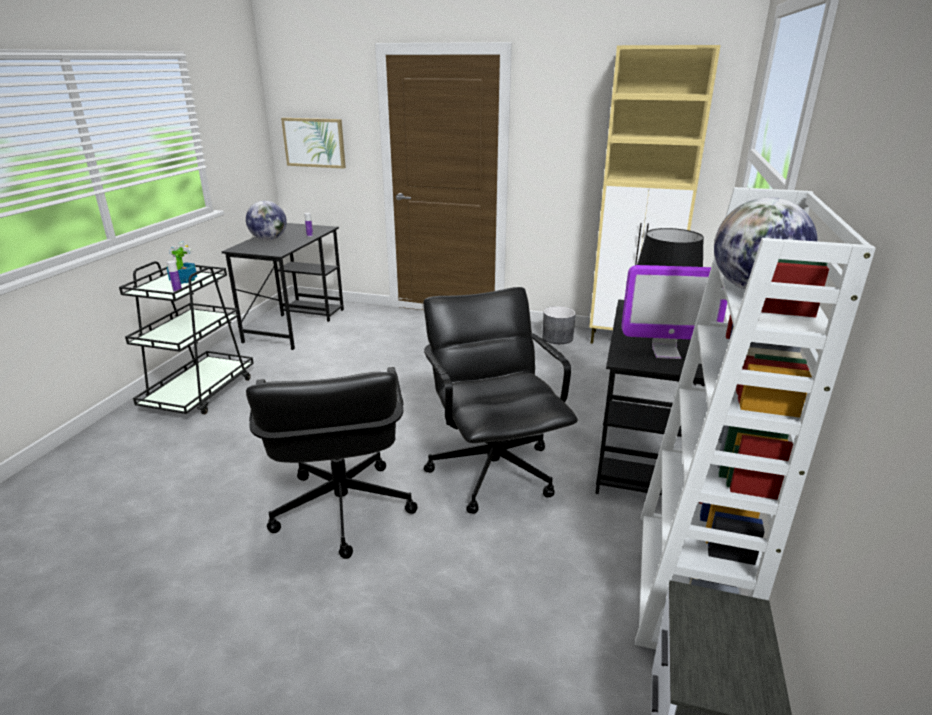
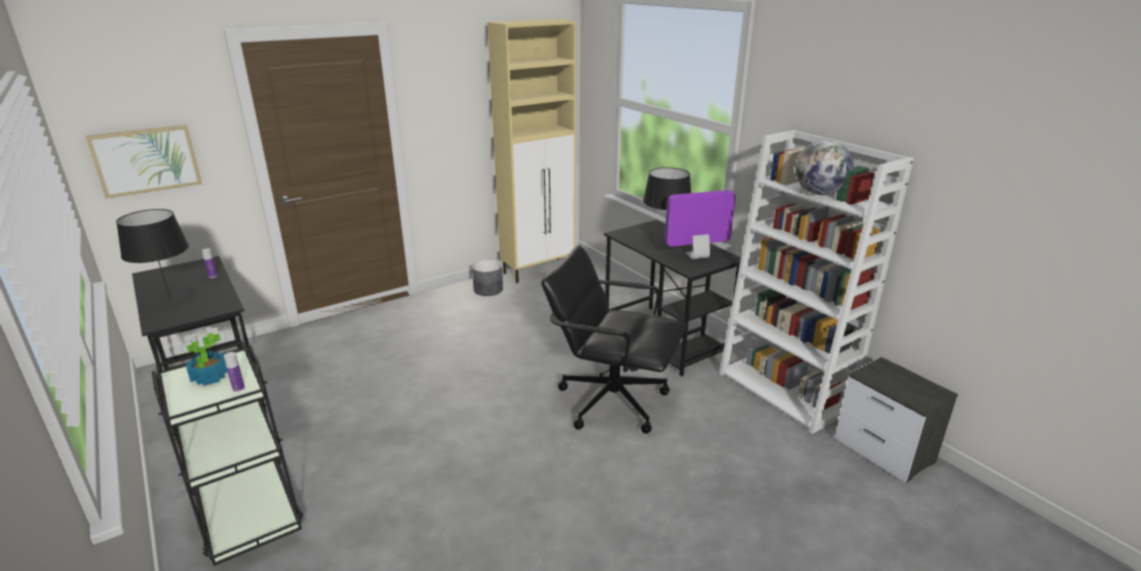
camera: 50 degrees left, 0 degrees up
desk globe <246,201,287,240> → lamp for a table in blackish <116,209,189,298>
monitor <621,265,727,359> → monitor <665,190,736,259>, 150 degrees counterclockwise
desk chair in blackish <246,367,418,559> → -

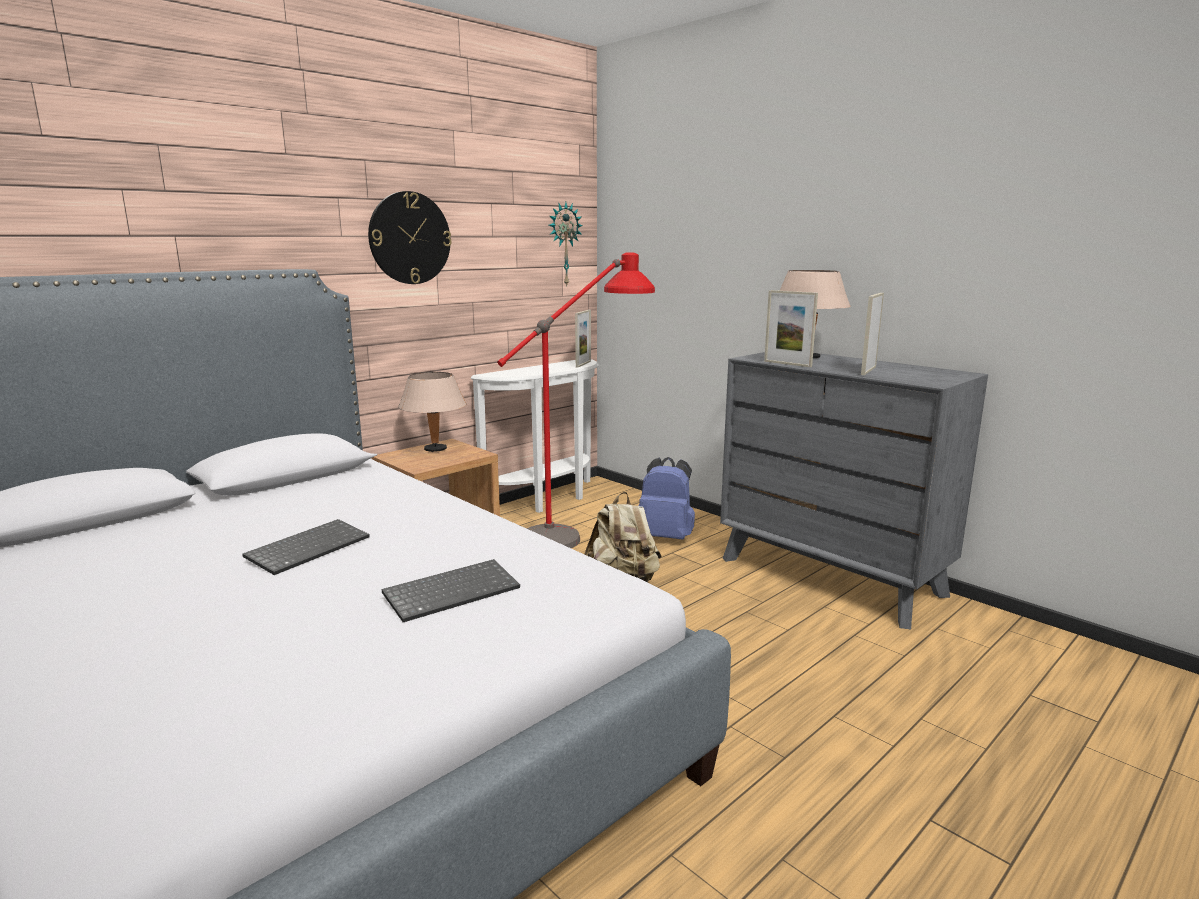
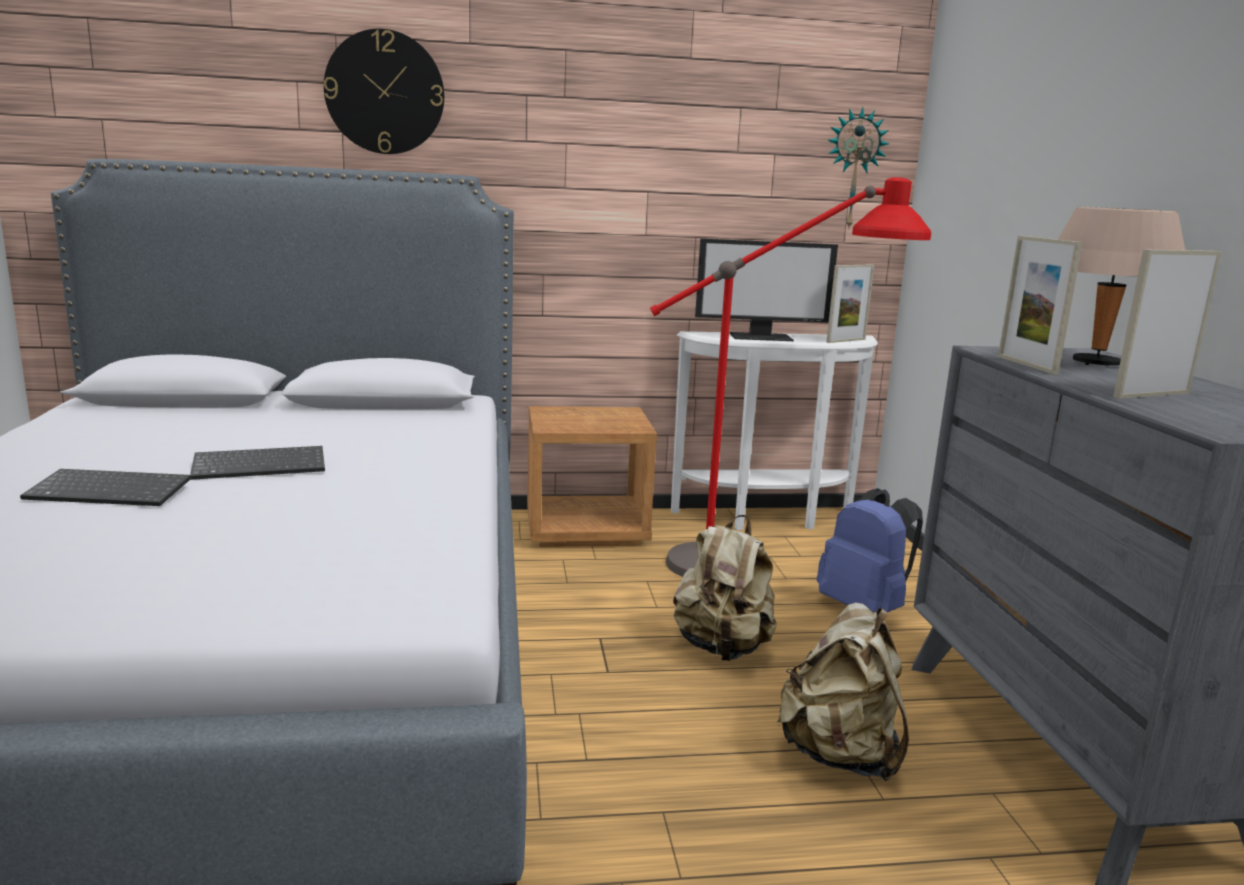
camera: 35 degrees right, 0 degrees up
keyboard <382,559,520,622> → keyboard <20,469,191,506>, relocated
wall clock <368,191,452,284> → wall clock <324,29,444,154>, relocated
- → monitor <695,238,838,341>
- → rucksack in beige <777,602,909,781>
lamp for a table in beige <398,372,467,452> → -

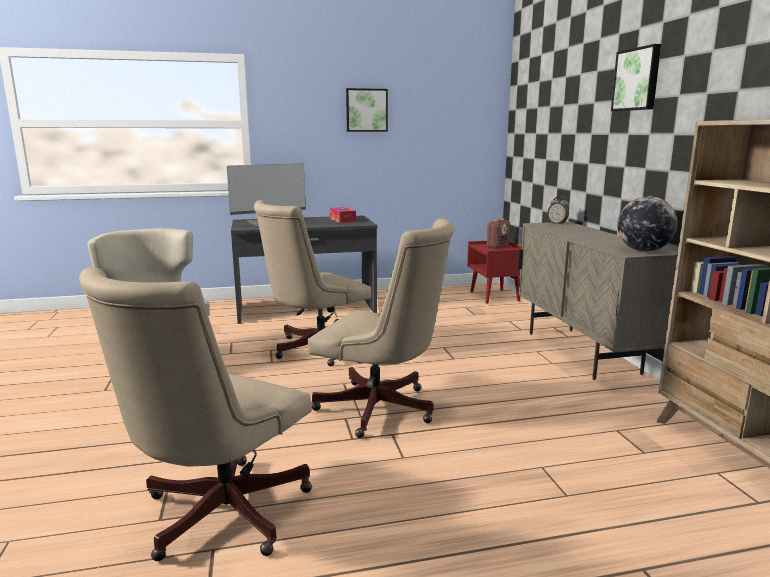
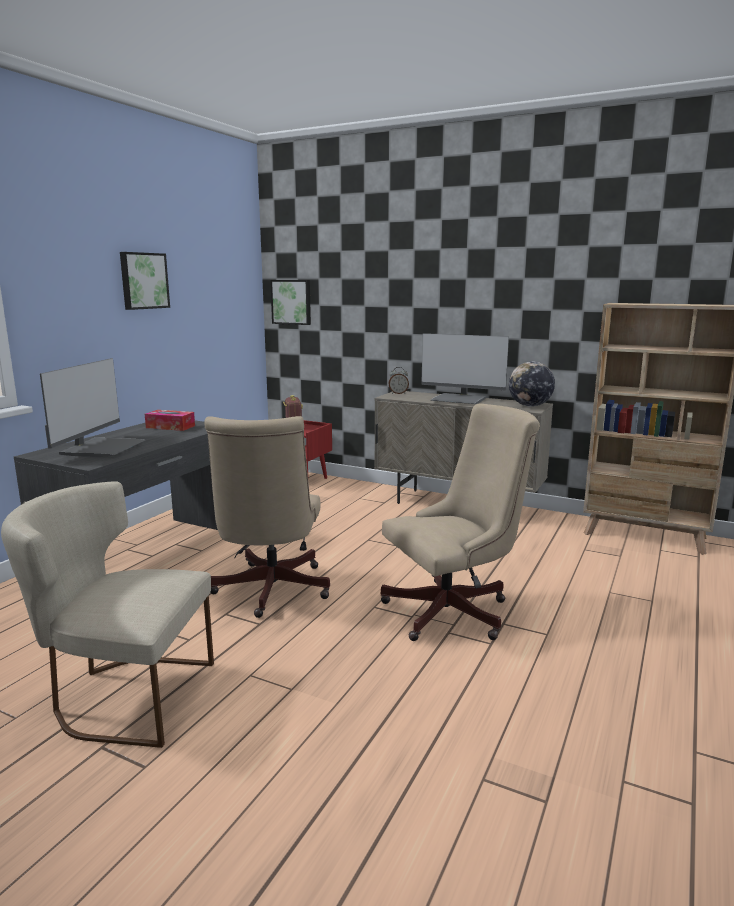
camera: 50 degrees left, 0 degrees up
wall picture <611,44,661,111> → wall picture <270,280,311,325>, relocated
- → monitor <421,333,509,404>
desk chair in beige <79,267,312,561> → -

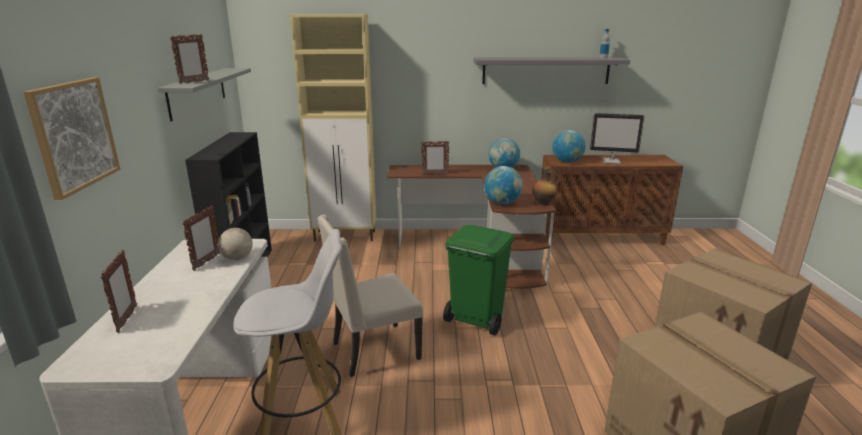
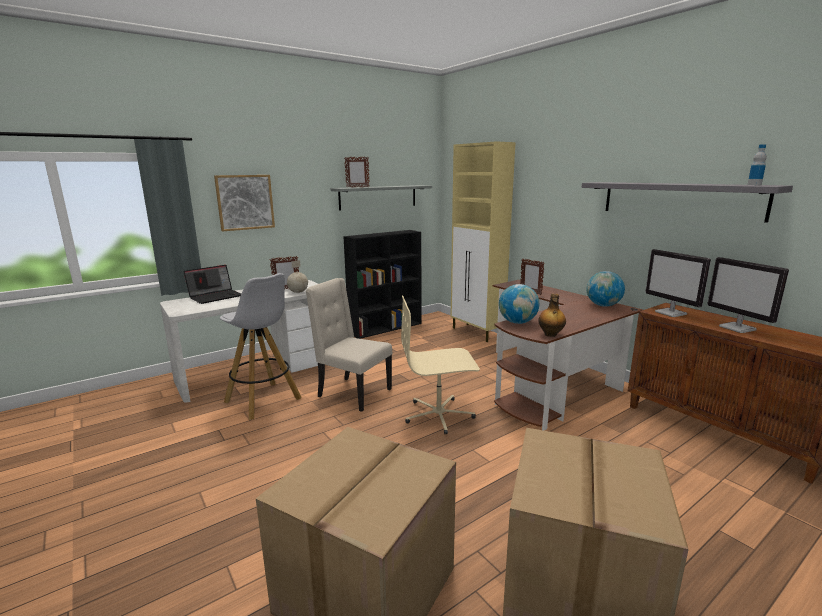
camera: 55 degrees right, 5 degrees down
photo frame <101,250,137,333> → laptop <183,265,241,304>
waste bin in greenish <443,225,514,335> → desk chair in beige <401,296,480,434>
desk globe <552,130,586,163> → monitor <646,249,711,317>

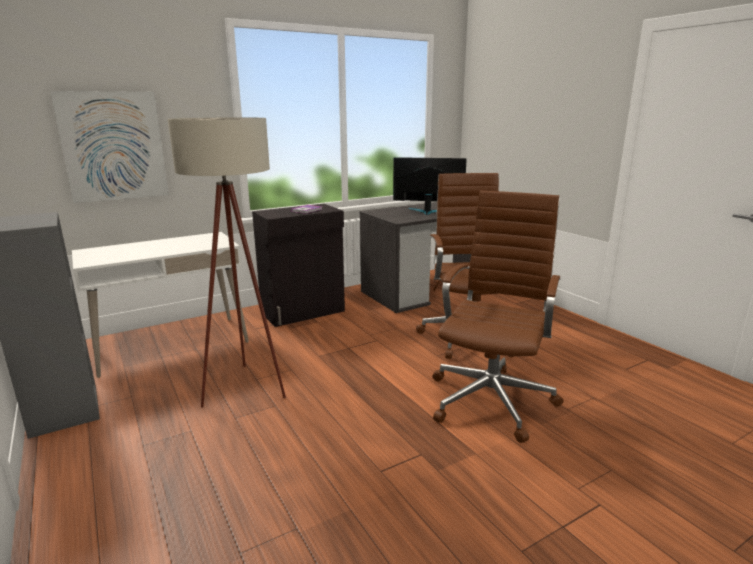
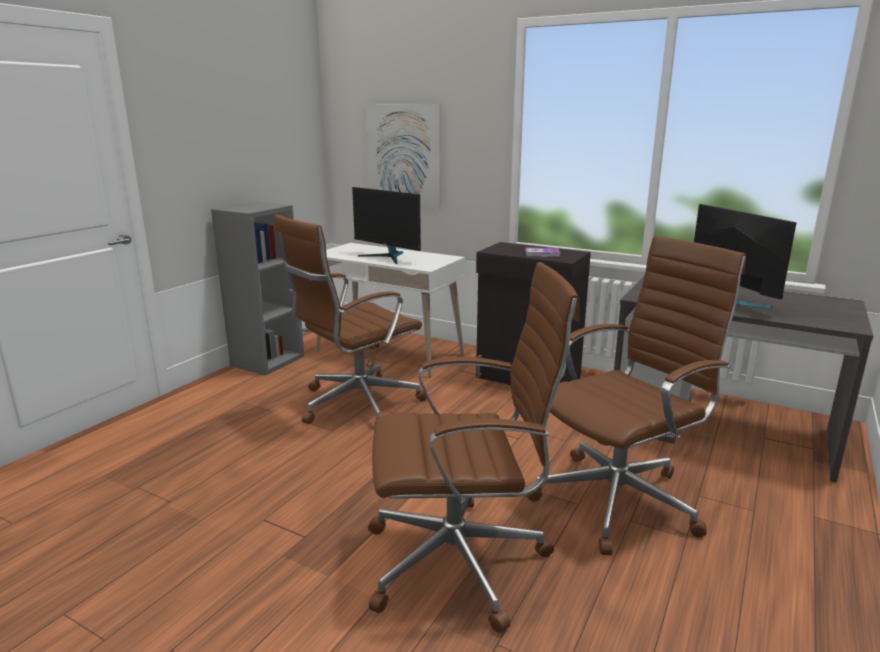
camera: 60 degrees right, 0 degrees up
standing lamp in beige <168,117,286,408> → desk chair in brownish <274,215,427,424>
- → monitor <352,187,421,264>

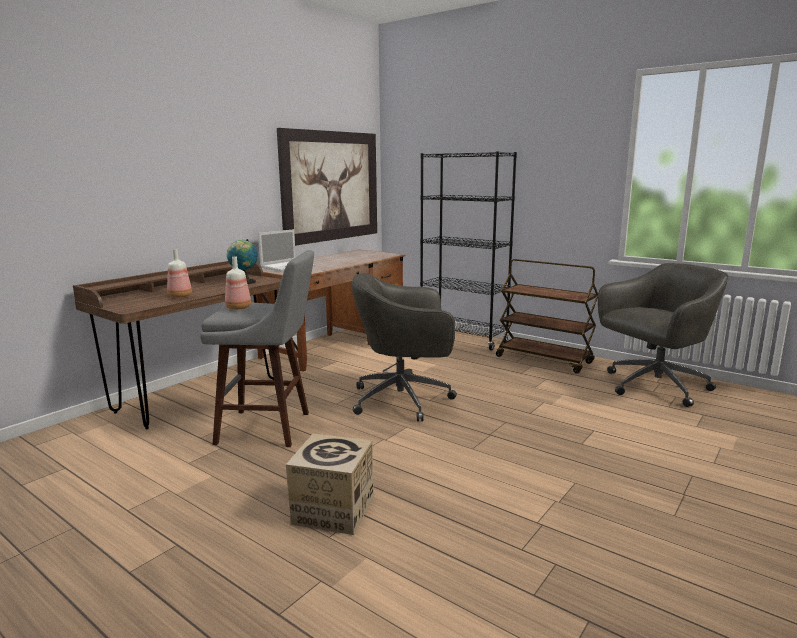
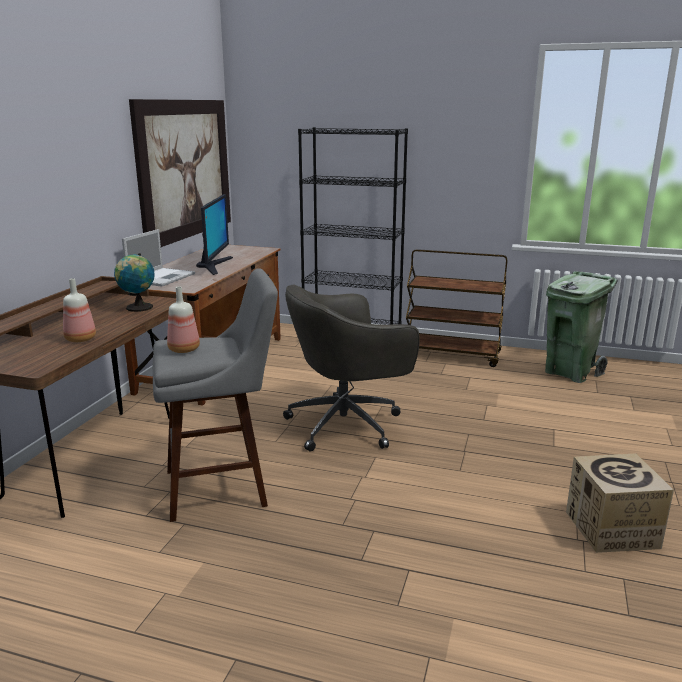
camera: 20 degrees left, 5 degrees up
- → monitor <196,194,233,275>
desk chair in grey <598,263,729,407> → waste bin in greenish <545,271,618,383>
carton <286,434,374,535> → carton <566,453,674,553>, relocated

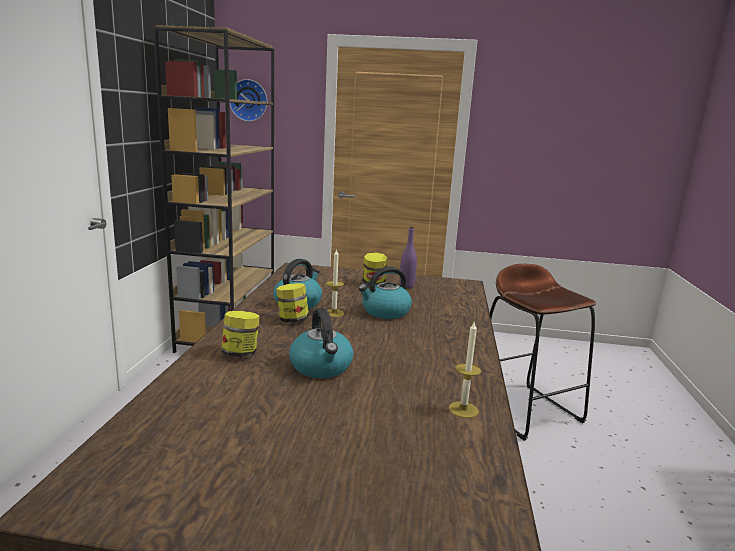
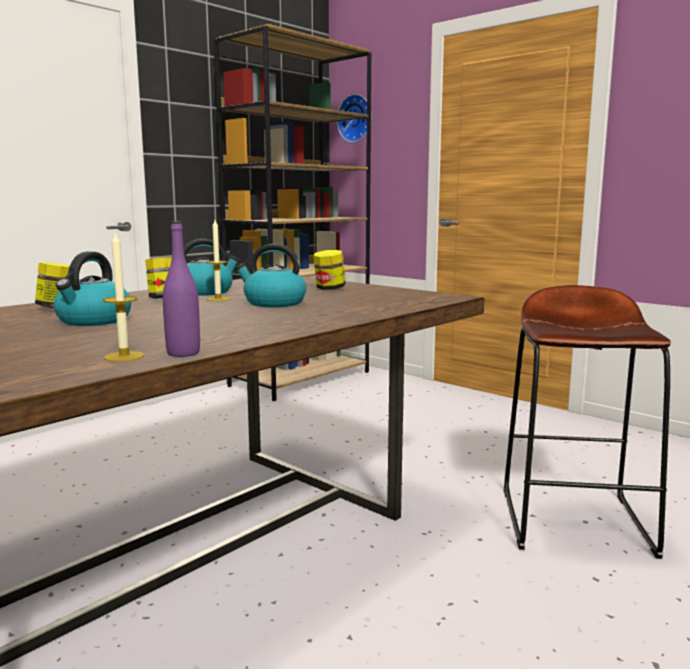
camera: 35 degrees right, 5 degrees down
drink bottle in purple-coloured <399,226,417,288> → drink bottle in purple-coloured <163,221,200,357>, relocated

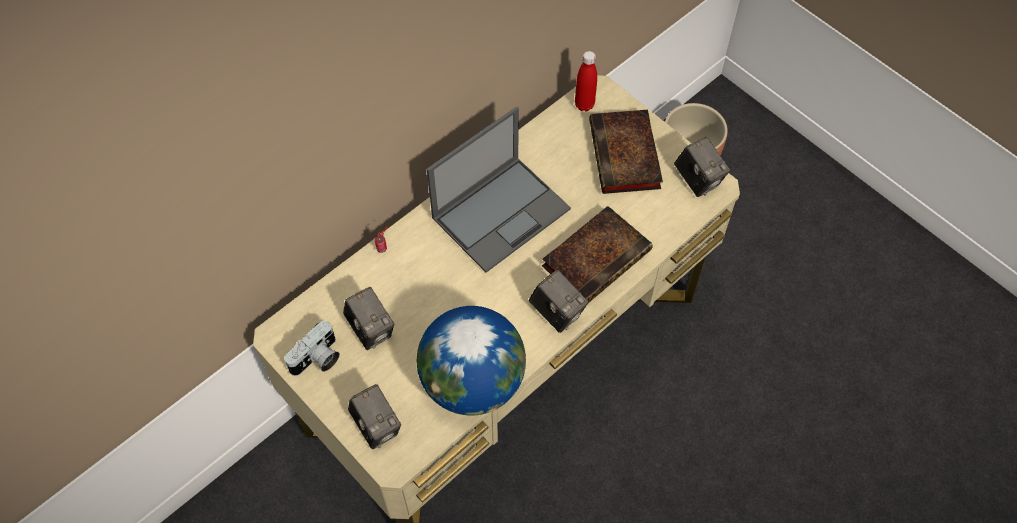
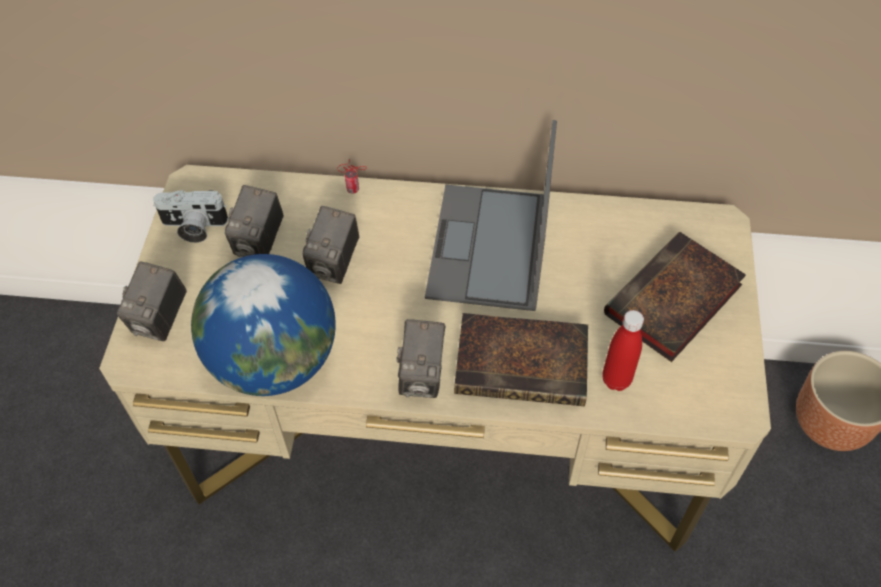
camera: 50 degrees right, 5 degrees down
photo camera <674,137,730,197> → photo camera <303,206,359,284>, relocated
laptop <427,106,571,273> → laptop <425,120,557,311>, 90 degrees clockwise
drink bottle in reddish <575,51,597,111> → drink bottle in reddish <602,310,644,391>, relocated

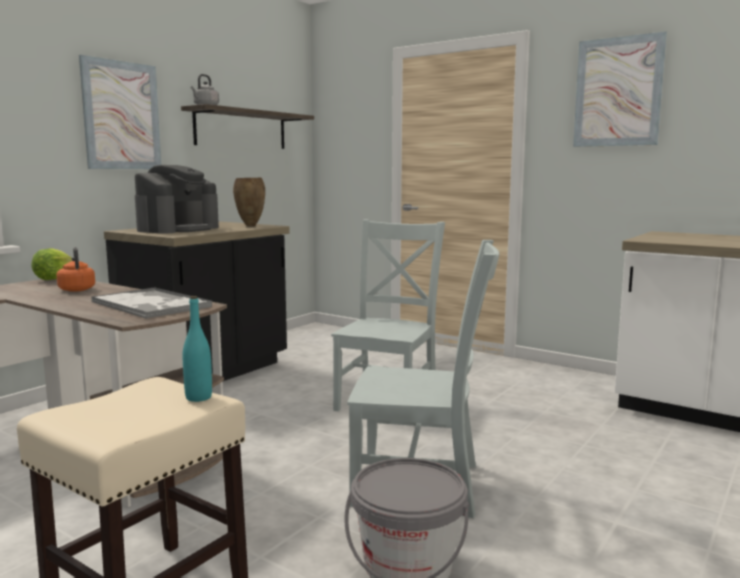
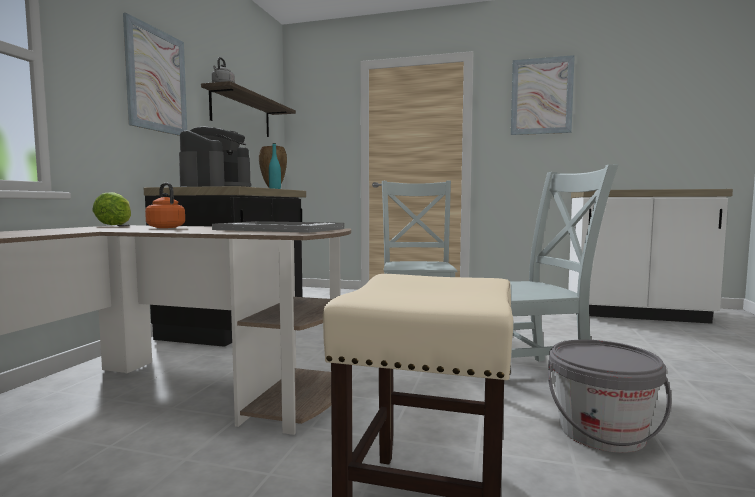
camera: 20 degrees left, 5 degrees down
drink bottle in turquoise-coloured <183,296,212,402> → drink bottle in turquoise-coloured <269,143,281,189>, relocated

